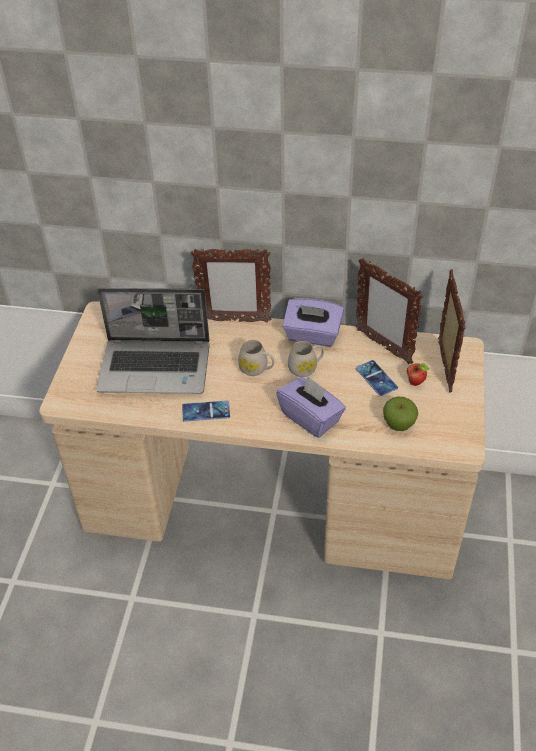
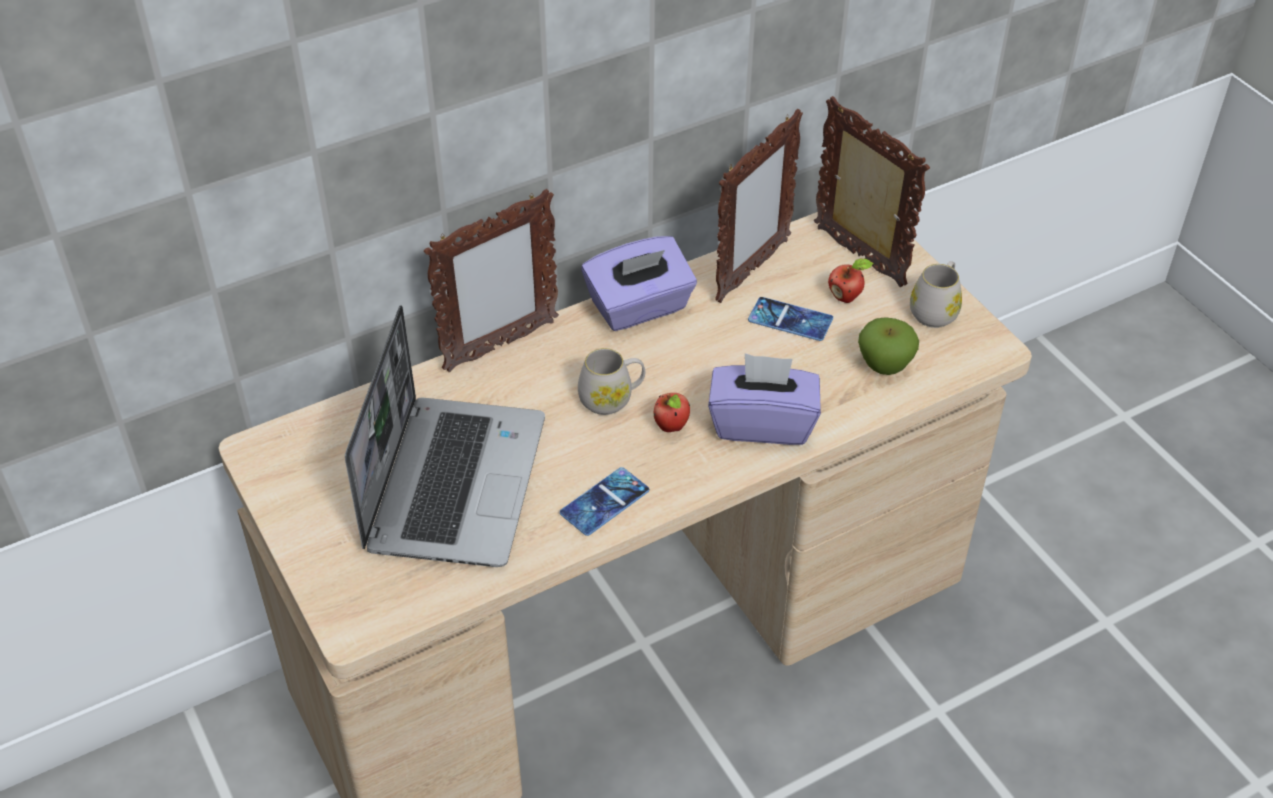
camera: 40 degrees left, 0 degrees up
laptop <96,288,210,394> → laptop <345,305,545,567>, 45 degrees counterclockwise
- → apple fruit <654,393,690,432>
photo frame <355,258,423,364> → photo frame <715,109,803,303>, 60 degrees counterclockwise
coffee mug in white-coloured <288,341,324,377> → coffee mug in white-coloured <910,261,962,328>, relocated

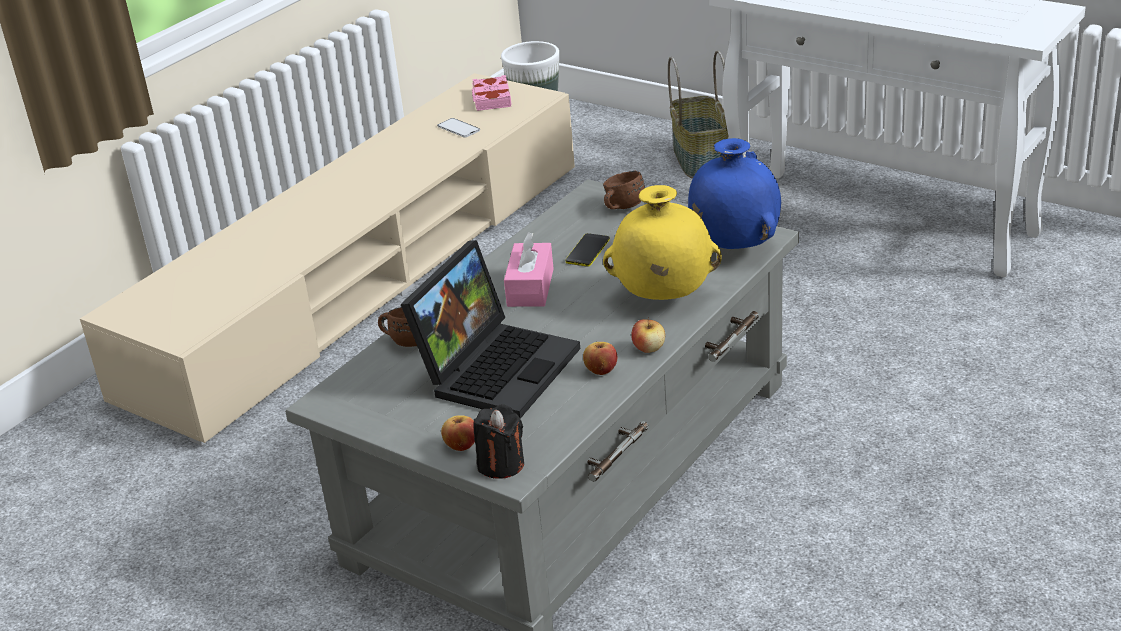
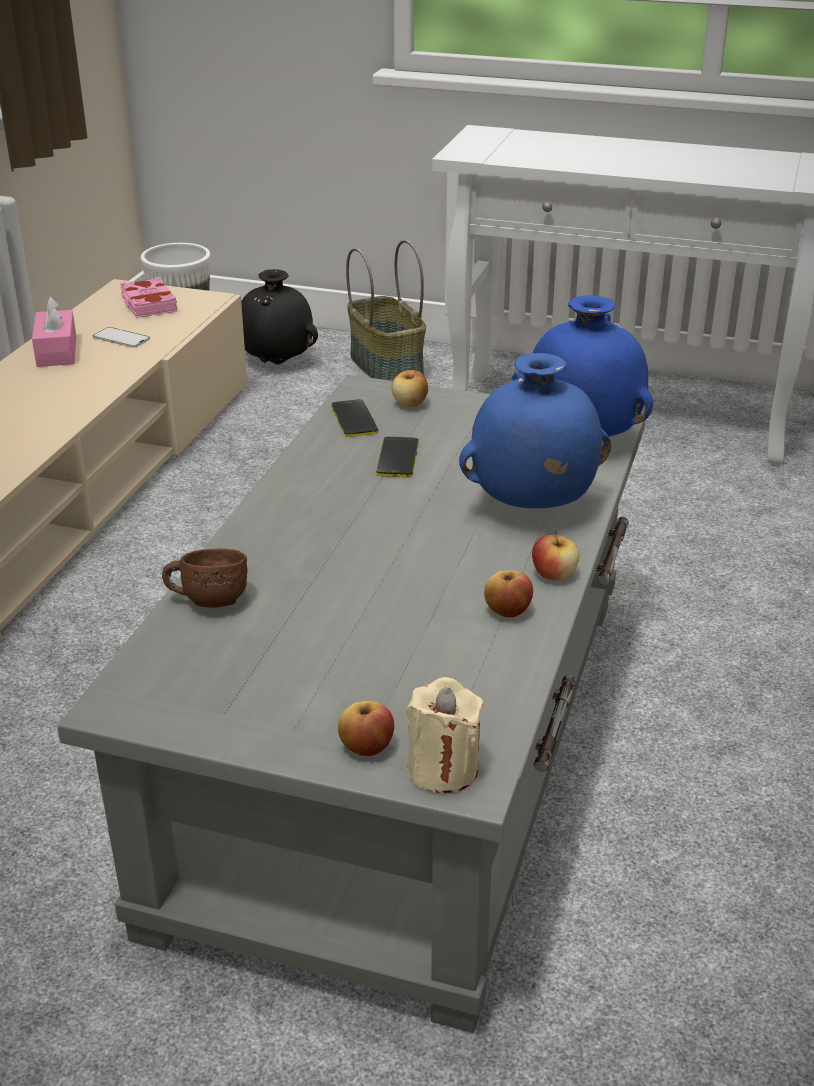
camera: 20 degrees left, 0 degrees up
tissue box in pinkish <504,232,554,307> → tissue box in pinkish <32,296,77,367>, relocated
- → decorative vase in blackish <241,269,318,364>
- → handset <331,399,378,437>
coffee mug in brownish <603,171,645,209> → apple fruit <392,370,428,407>
wax light in blackish <474,404,524,479> → wax light in beige <406,677,483,793>
decorative vase in yellow-coloured <603,185,722,300> → decorative vase in bluish <459,353,611,509>
laptop <400,240,580,419> → -

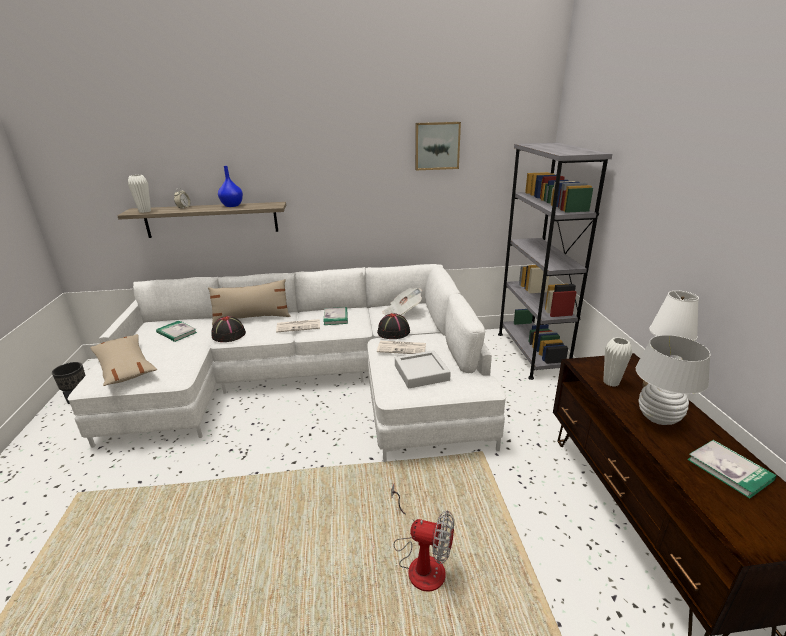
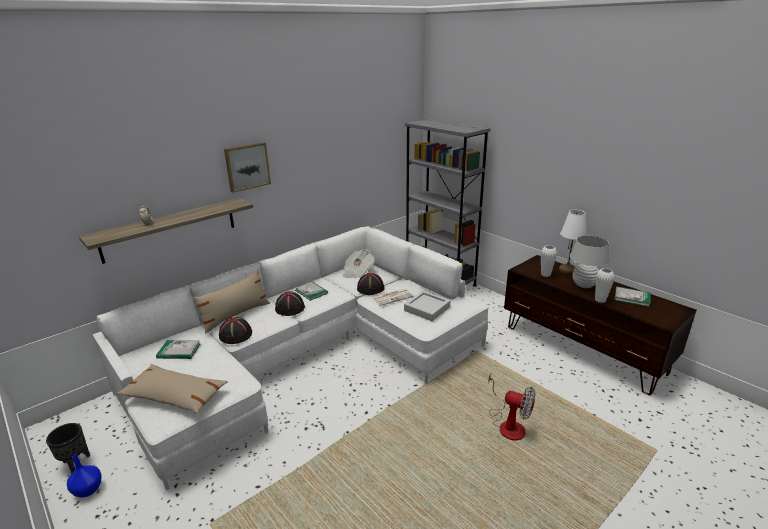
camera: 35 degrees left, 0 degrees up
decorative vase in bluish <218,166,243,207> → decorative vase in bluish <67,454,102,498>, relocated
wall picture <415,122,461,170> → wall picture <224,142,271,193>, relocated
printed paper <276,319,320,333> → wearable hat in blackish <275,292,305,316>
fan <391,483,454,592> → fan <488,373,535,440>, 45 degrees clockwise
decorative vase in white-coloured <128,175,151,213> → decorative vase in white-coloured <595,268,615,303>, relocated

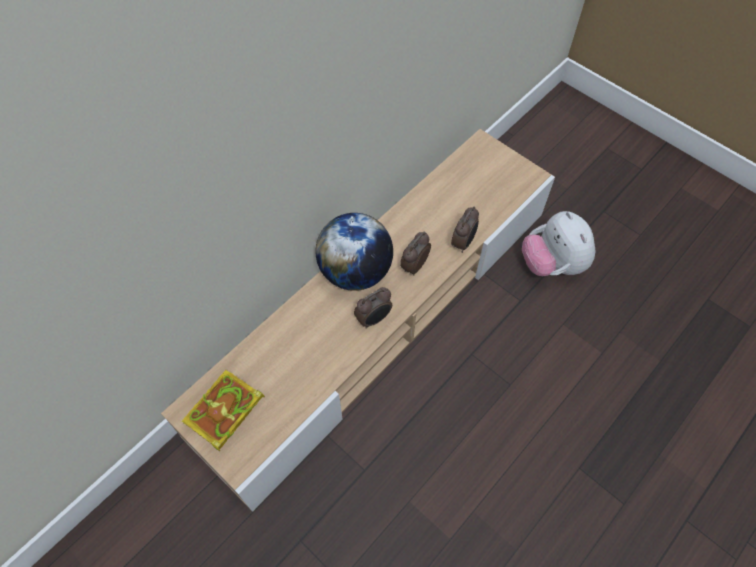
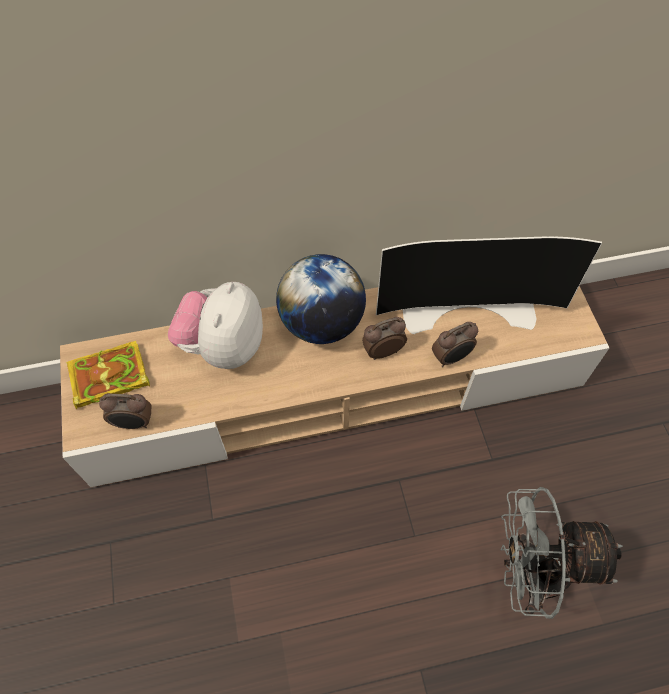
camera: 35 degrees right, 0 degrees up
table clock <354,287,392,329> → table clock <99,393,152,429>, relocated
cuddly toy <522,211,595,276> → cuddly toy <168,282,263,369>, relocated
- → TV <376,236,602,334>
- → fan in grey <500,487,623,619>

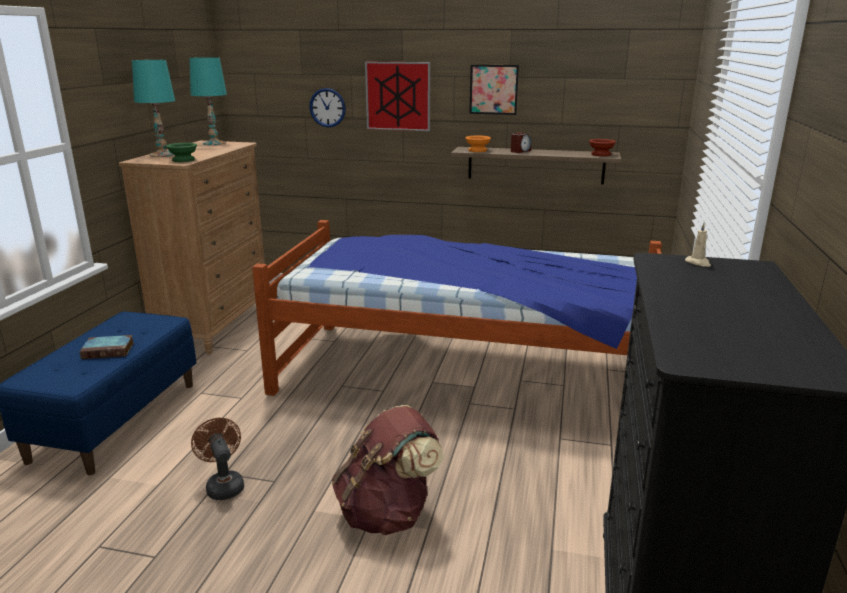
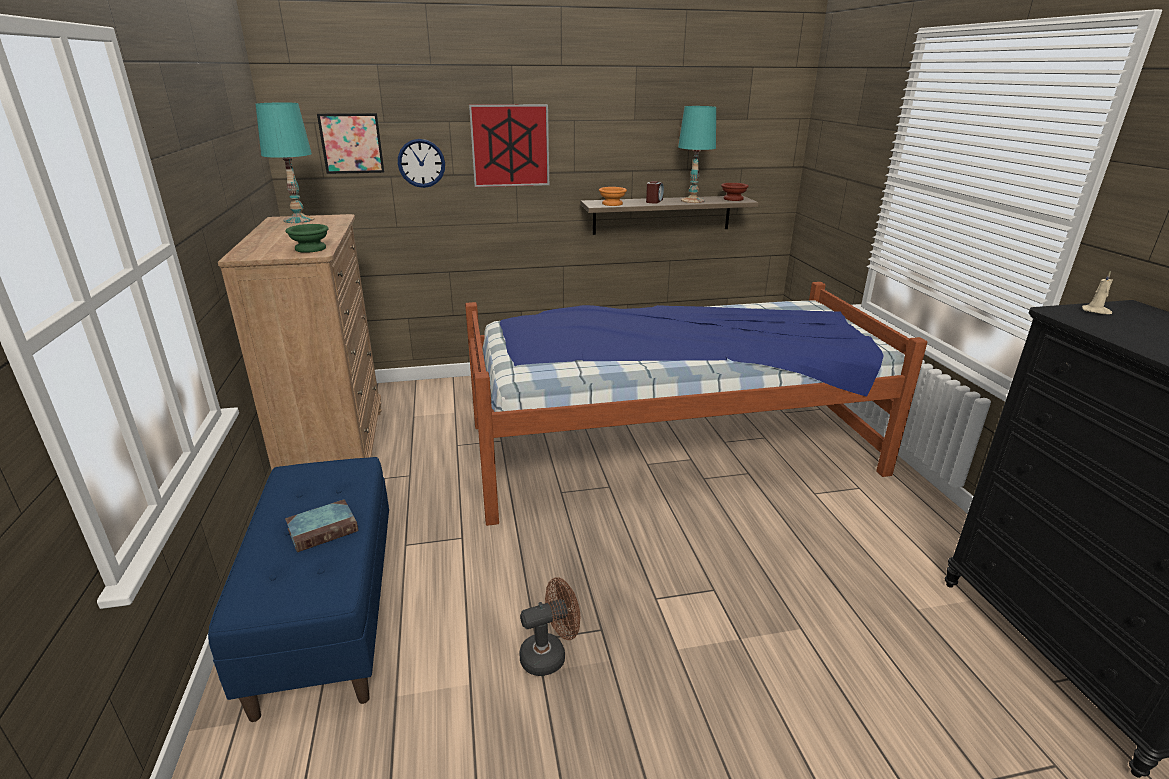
camera: 25 degrees left, 5 degrees up
wall picture <469,65,519,115> → wall picture <317,113,384,174>, relocated
fan in brownish <191,418,244,500> → fan in brownish <519,577,580,676>, 120 degrees clockwise
lamp for a table in turquoise-coloured <132,60,175,157> → lamp for a table in turquoise-coloured <678,106,716,203>, relocated
rucksack in brownish <332,405,444,535> → -

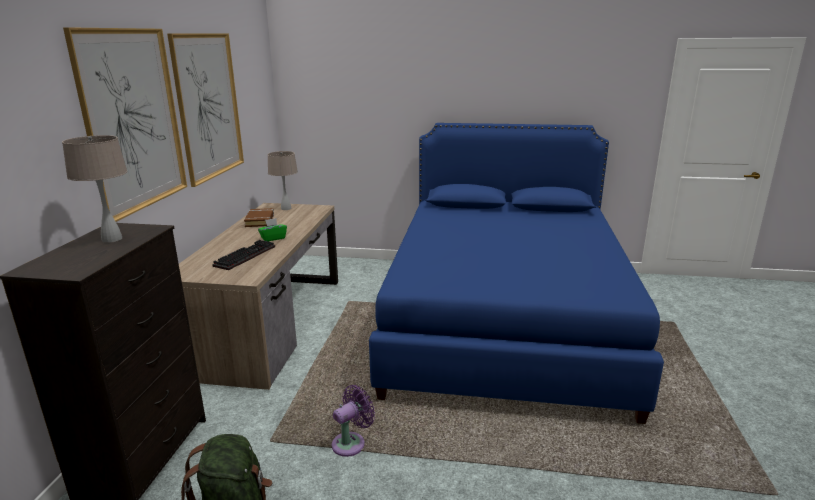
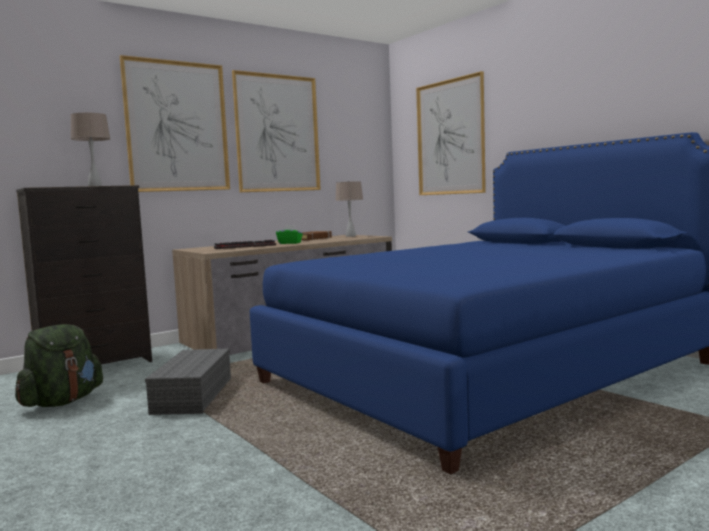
camera: 45 degrees right, 15 degrees down
fan in purple-coloured <332,385,375,457> → storage bin in grey <145,349,231,415>
- → wall picture <416,71,486,195>

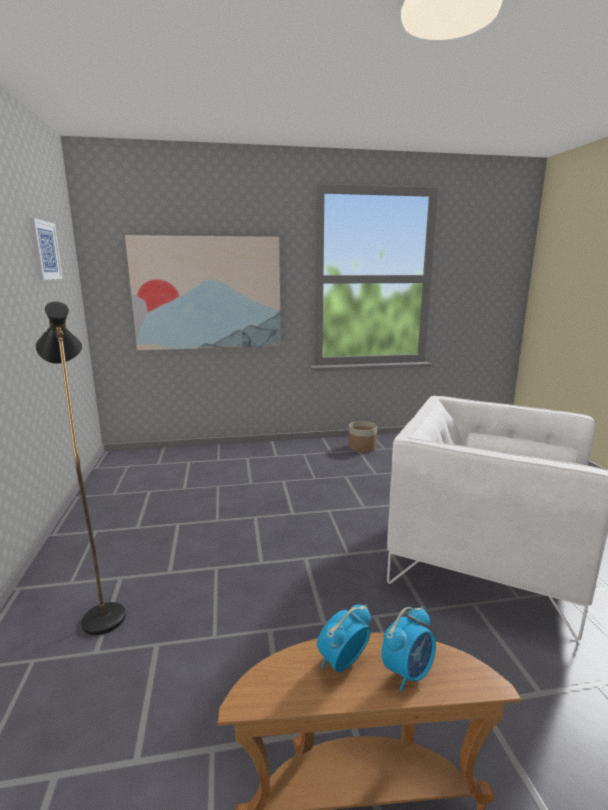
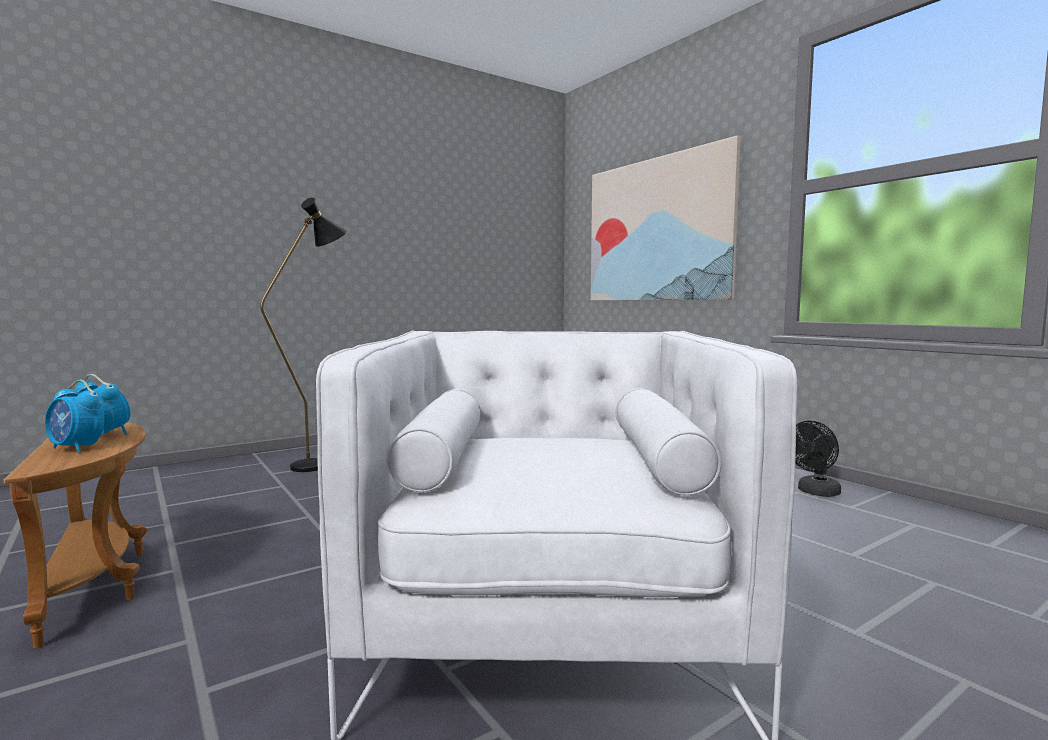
camera: 65 degrees right, 10 degrees down
plant pot <349,421,377,452> → fan in blackish <796,421,841,497>
wall picture <29,218,63,280> → -

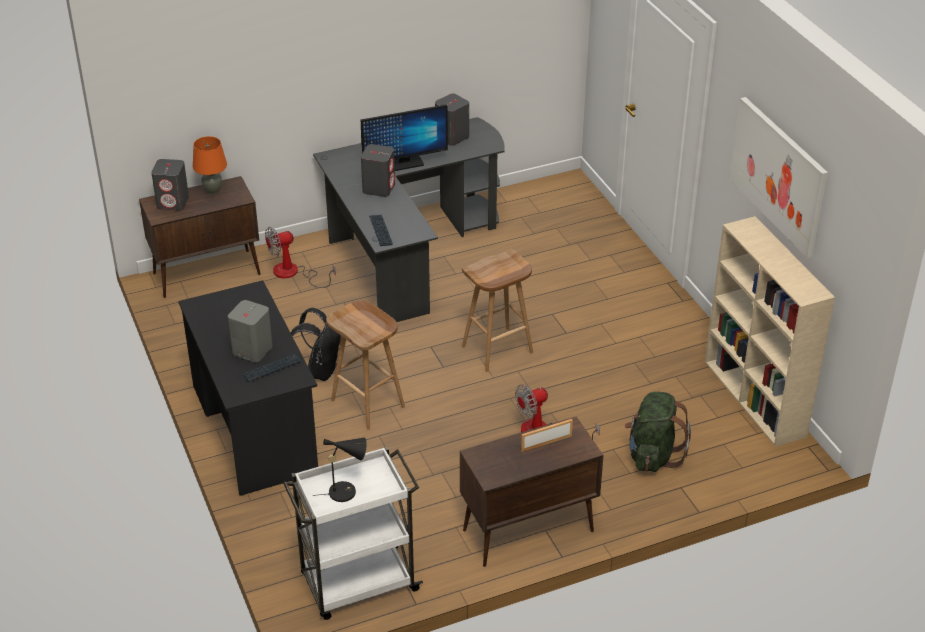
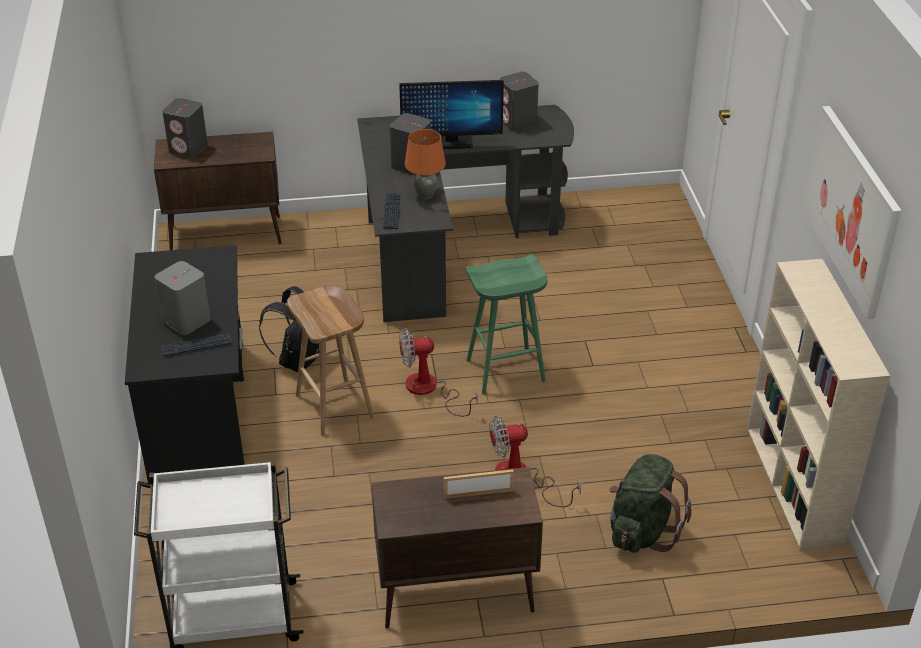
camera: 15 degrees right, 0 degrees up
fan <265,227,336,288> → fan <399,328,478,417>, relocated
lamp for a table in orange <193,136,227,195> → lamp for a table in orange <405,129,446,199>, relocated
stool in brownish <462,249,533,372> → stool in greenish <466,255,548,395>
lamp for a table in blackish <312,438,367,502> → -

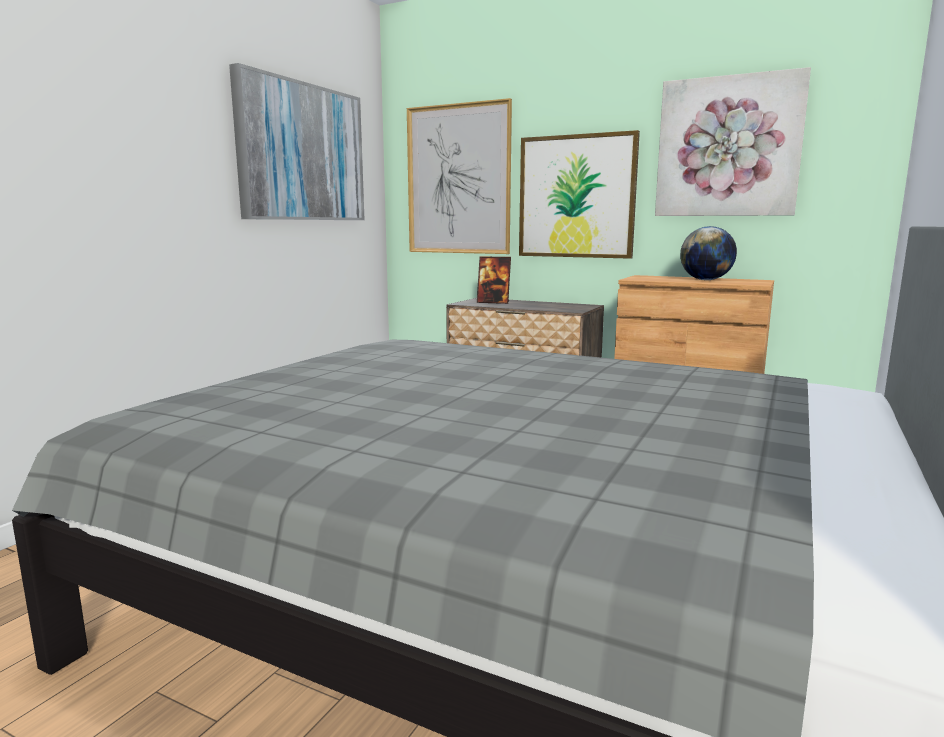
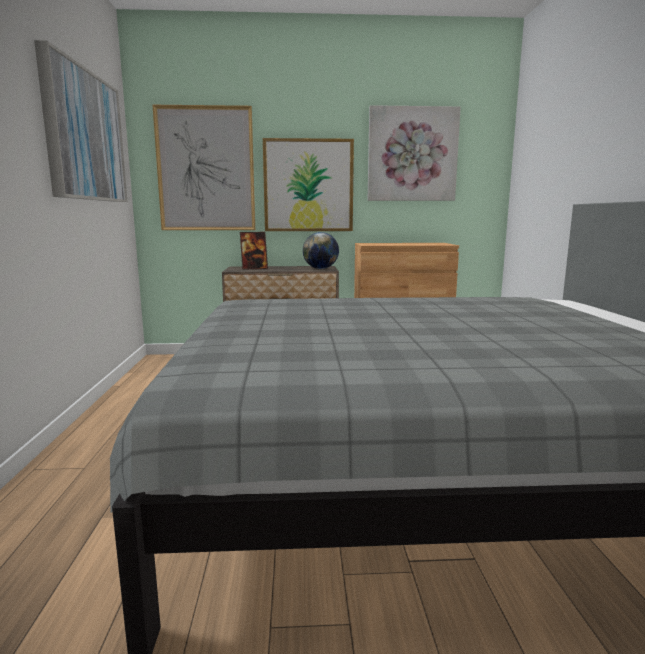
camera: 30 degrees left, 0 degrees up
desk globe <680,226,737,280> → desk globe <303,232,339,269>, relocated

